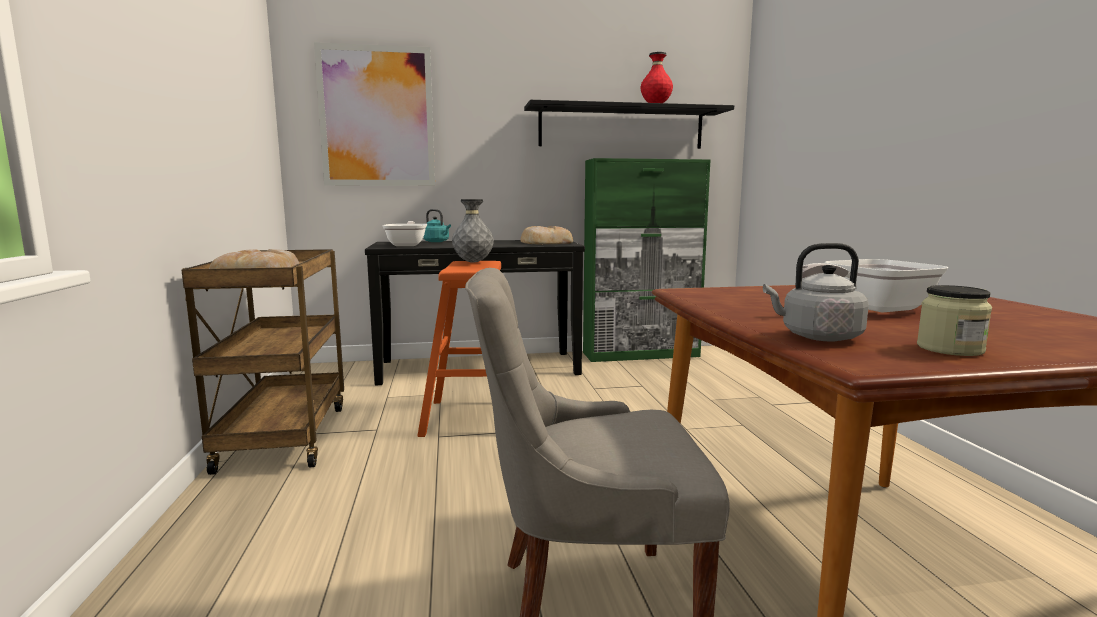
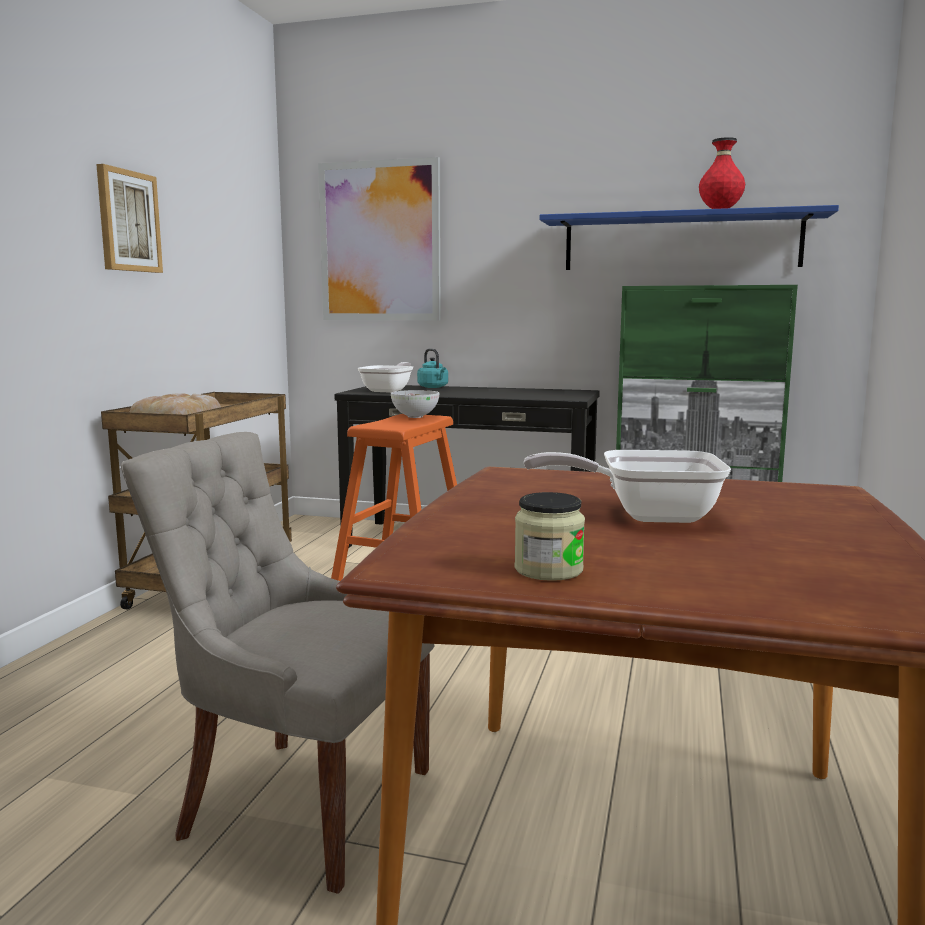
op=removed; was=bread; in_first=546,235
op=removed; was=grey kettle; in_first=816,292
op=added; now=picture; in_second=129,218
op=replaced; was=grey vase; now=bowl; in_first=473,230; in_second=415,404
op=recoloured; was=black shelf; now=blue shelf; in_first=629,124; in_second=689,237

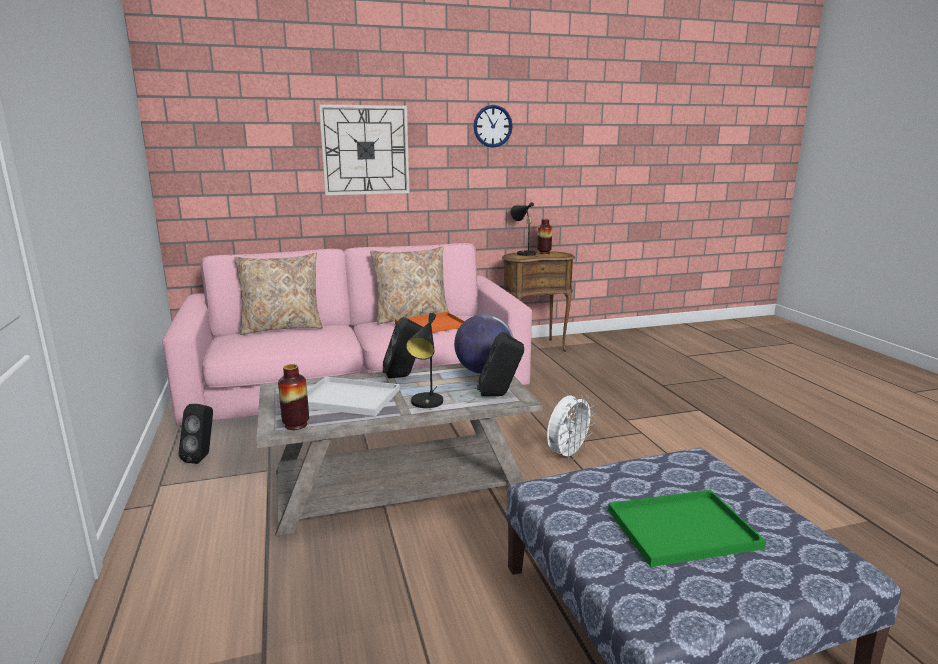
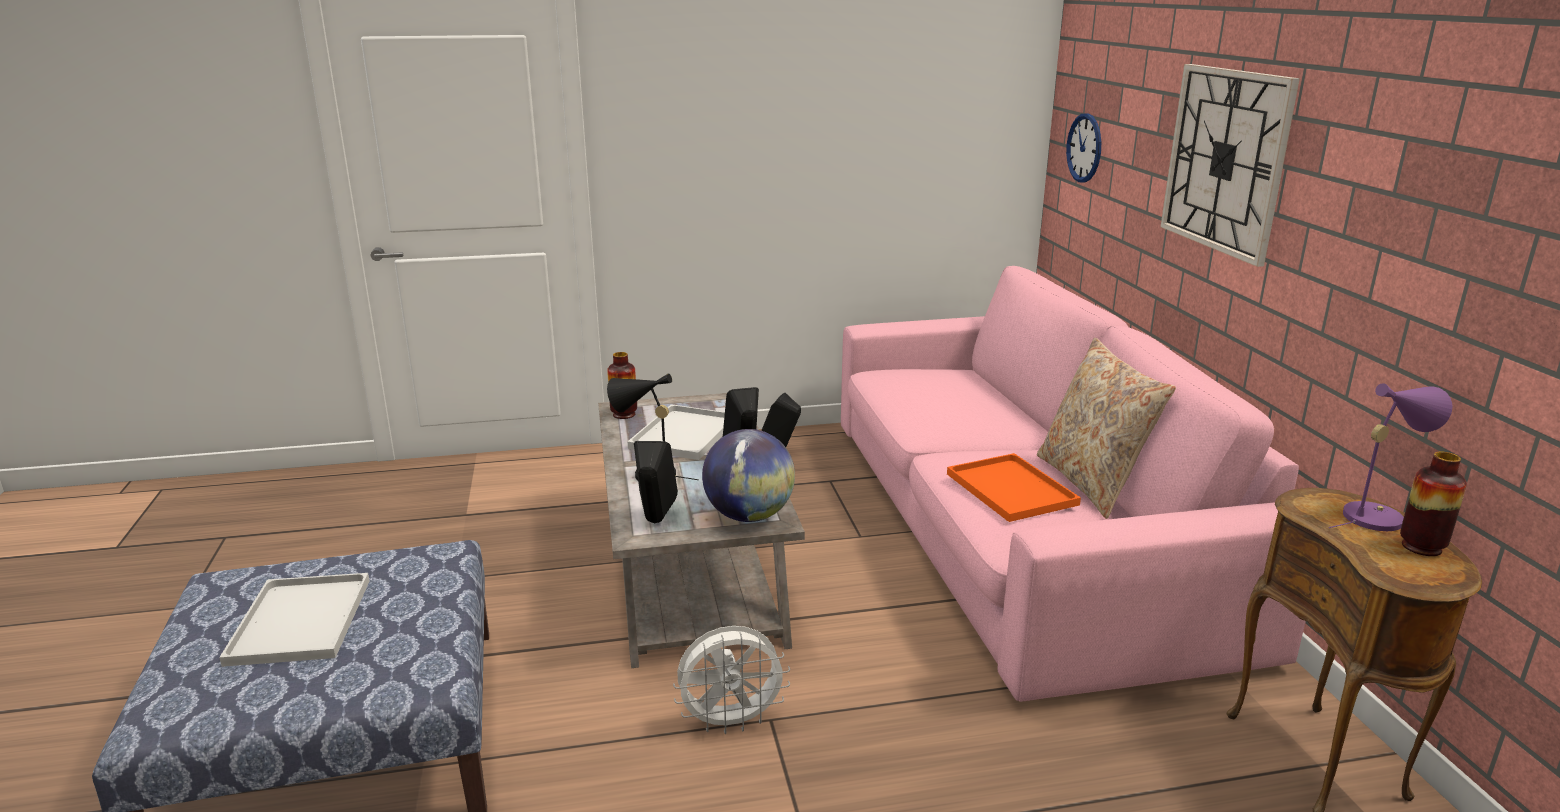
op=removed; was=beige pillow; in_first=278,294
op=moved; was=wall clock; in_first=493,126; in_second=1083,147
op=recoloured; was=black table lamp; now=purple table lamp; in_first=524,229; in_second=1390,457
op=recoloured; was=green tray; now=white tray; in_first=687,528; in_second=294,620
op=turned; was=white fan; in_first=571,428; in_second=731,680; clockwise=-60

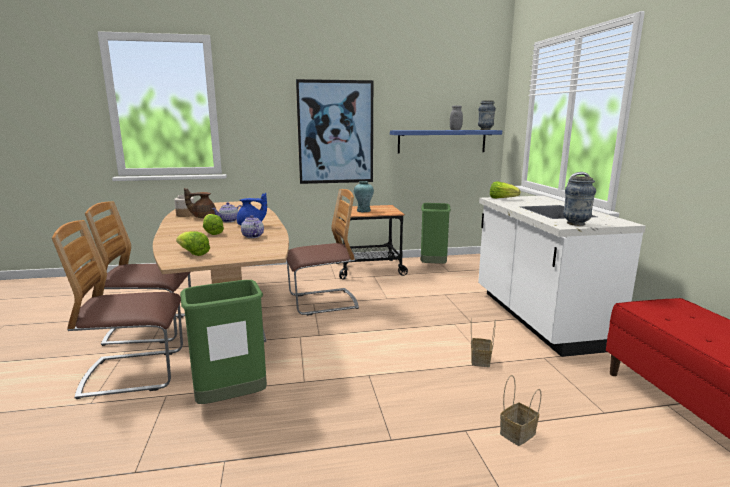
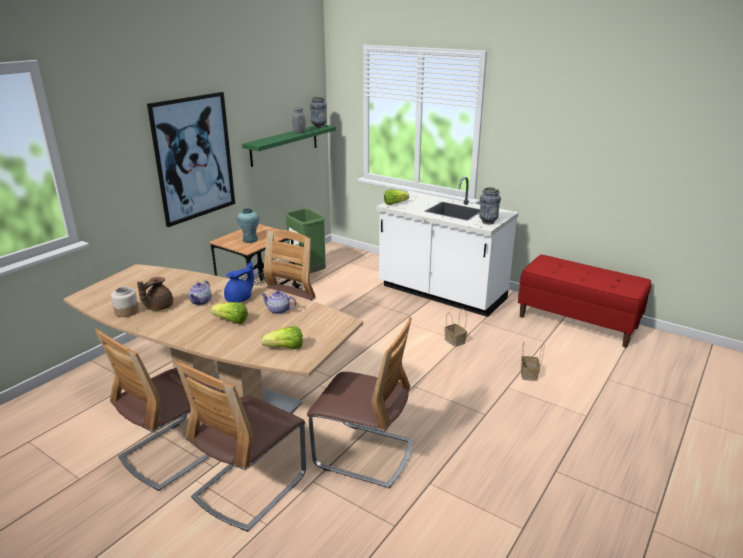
op=replaced; was=green trash can; now=chair; in_first=223,342; in_second=360,403
op=recoloured; was=blue shelf; now=green shelf; in_first=446,141; in_second=289,146

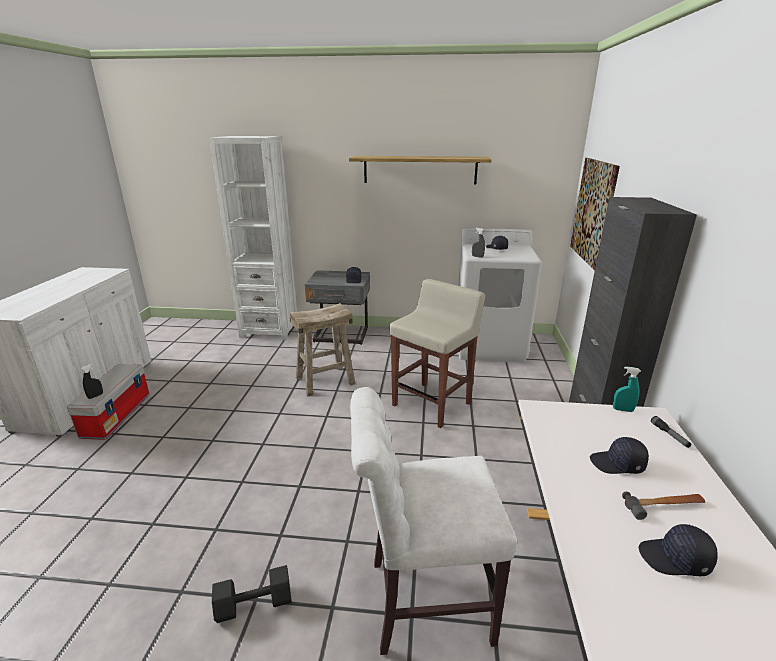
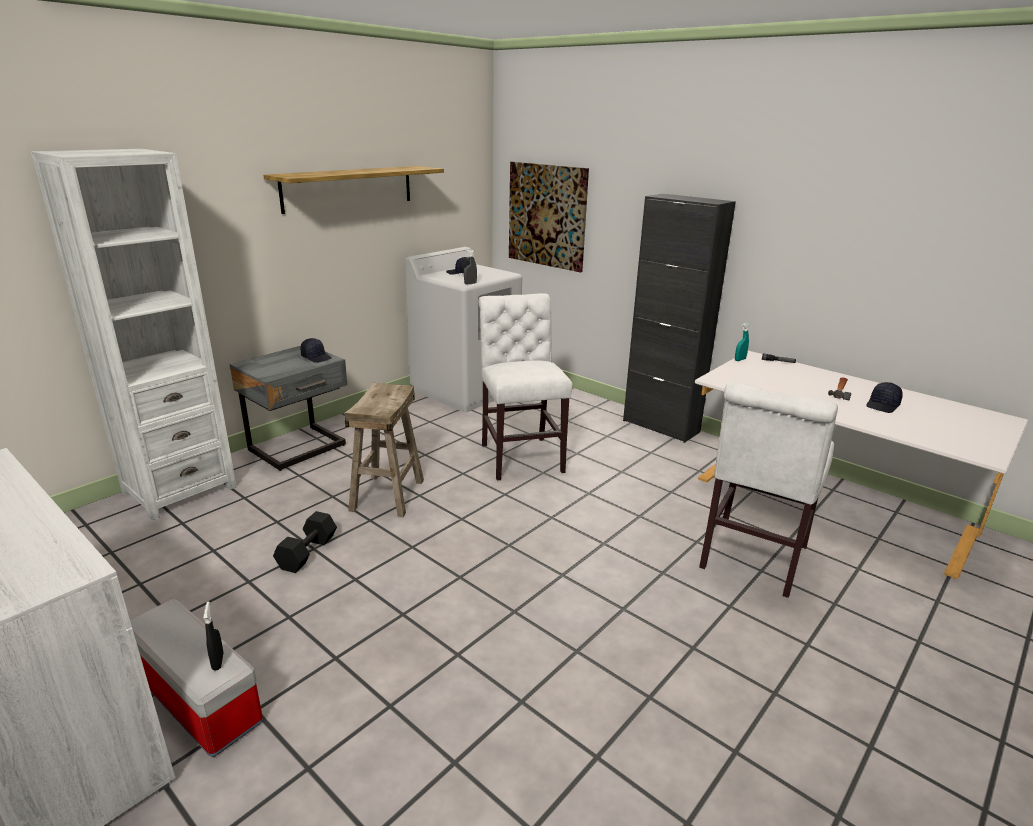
op=removed; was=black cap; in_first=619,455
op=moved; was=black dumbbell; in_first=252,594; in_second=305,542
op=replaced; was=beige stool; now=white chair; in_first=438,353; in_second=525,387

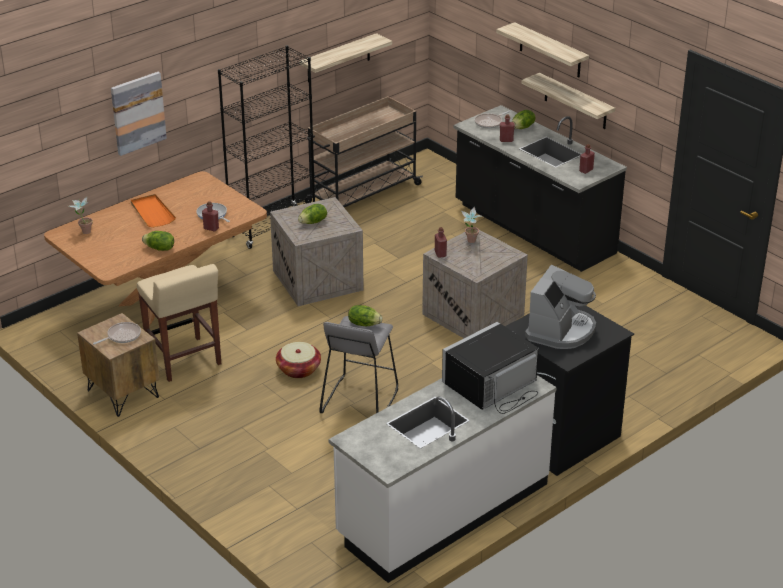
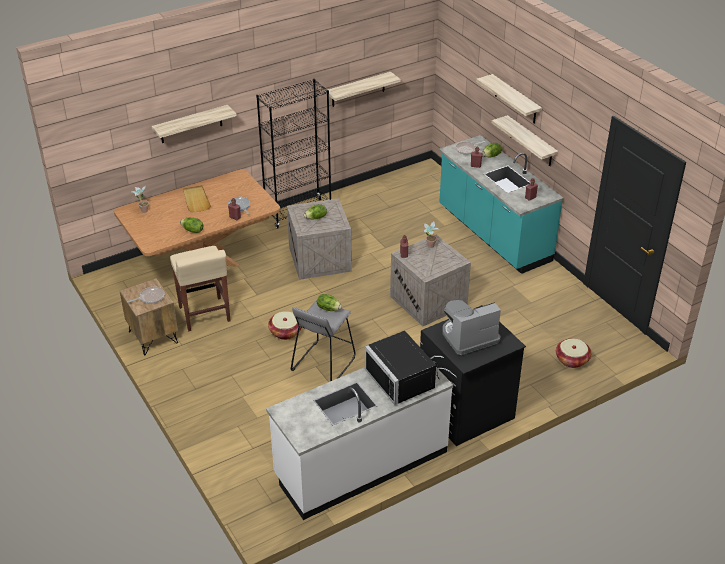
op=removed; was=beige cart; in_first=363,151
op=added; now=basket; in_second=573,353
op=replaced; was=picture; now=shelf; in_first=139,114; in_second=194,124
op=recoloured; was=orange tray; now=beige tray; in_first=153,210; in_second=197,199
op=recoloured; was=black counter; now=turquoise counter; in_first=540,188; in_second=501,204
op=turned; was=black microwave; in_first=490,368; in_second=402,368; clockwise=-90
op=turned; was=coffee machine; in_first=560,306; in_second=471,327; clockwise=-150

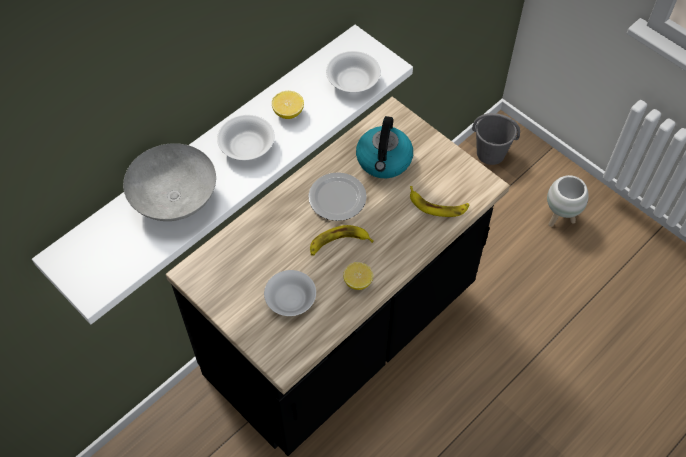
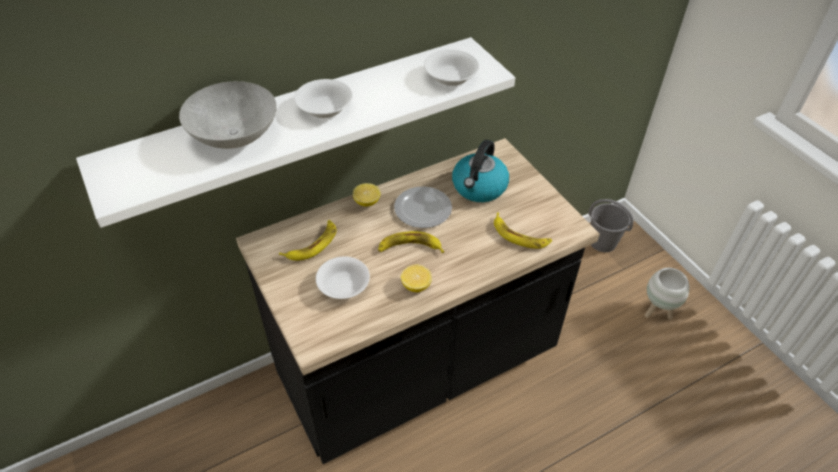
op=added; now=banana; in_second=307,240
op=moved; was=lemon; in_first=288,105; in_second=366,195

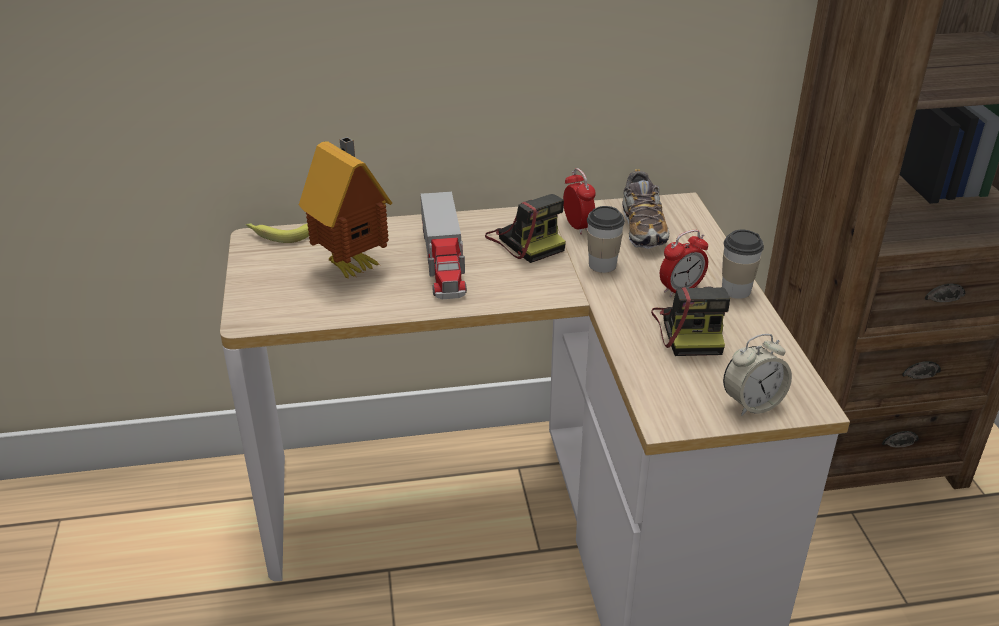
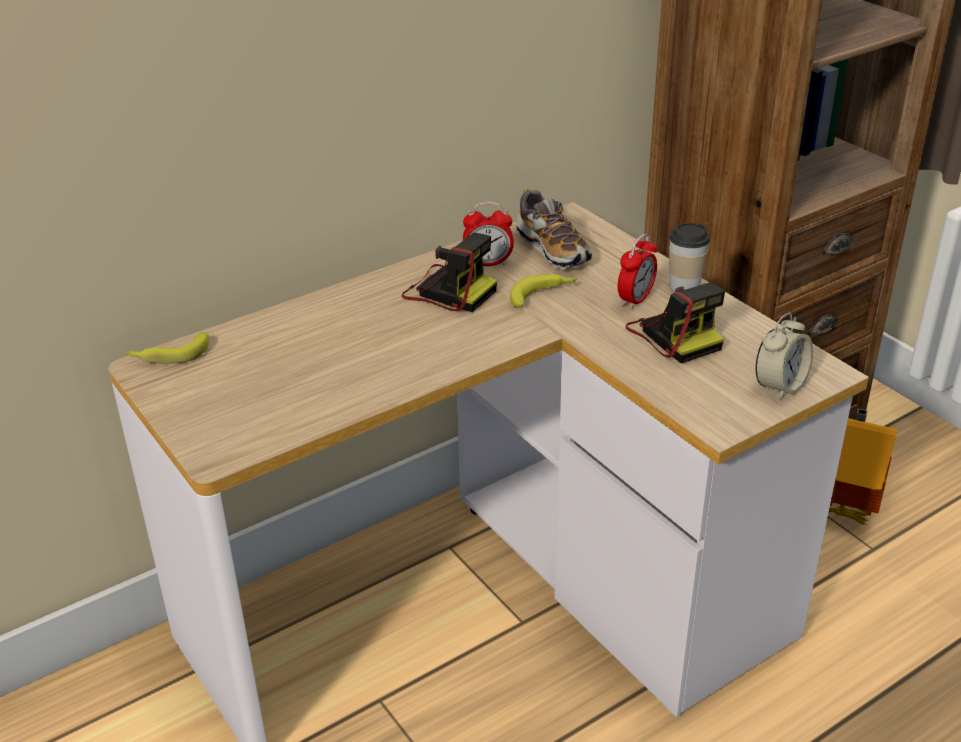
op=removed; was=toy truck; in_first=444,245
op=moved; was=toy house; in_first=345,208; in_second=863,467
op=replaced; was=cup; now=banana; in_first=606,239; in_second=543,291
op=turned; was=alarm clock; in_first=579,201; in_second=488,234; clockwise=135

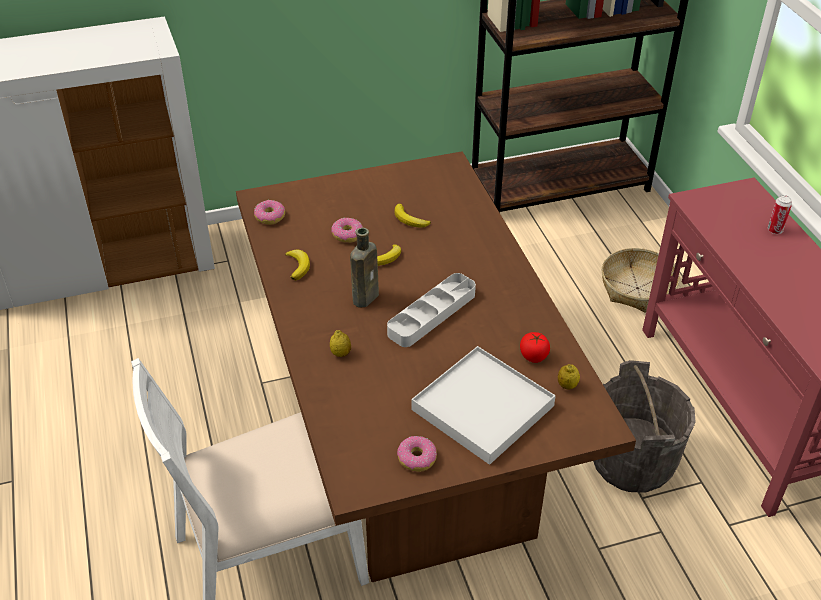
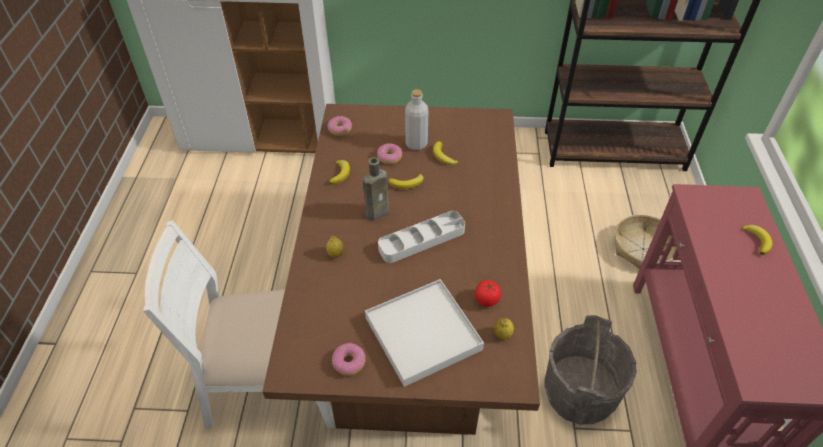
op=added; now=grey bottle; in_second=416,119
op=replaced; was=can; now=banana; in_first=780,214; in_second=756,240

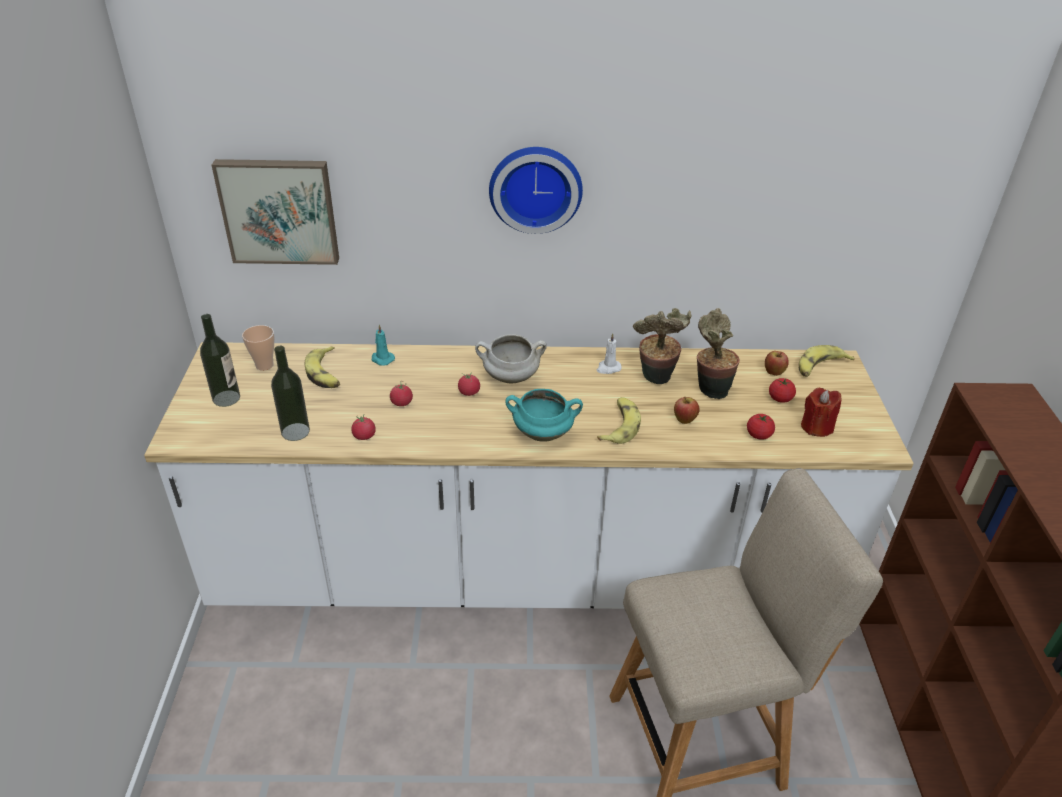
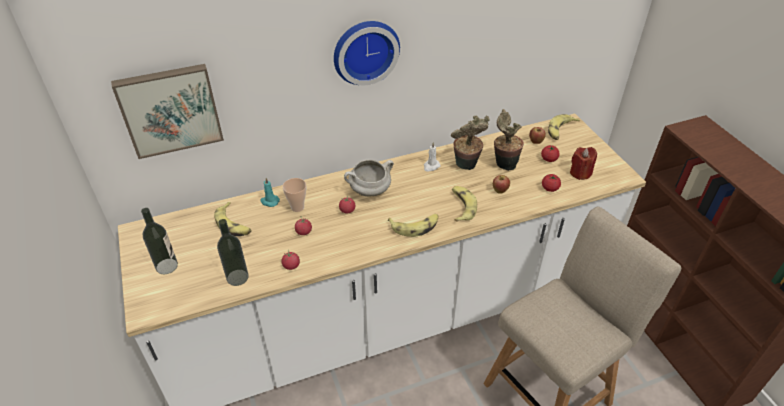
op=moved; was=cup; in_first=258,348; in_second=294,195
op=replaced; was=turquoise cooking pot; now=banana; in_first=544,415; in_second=413,225

